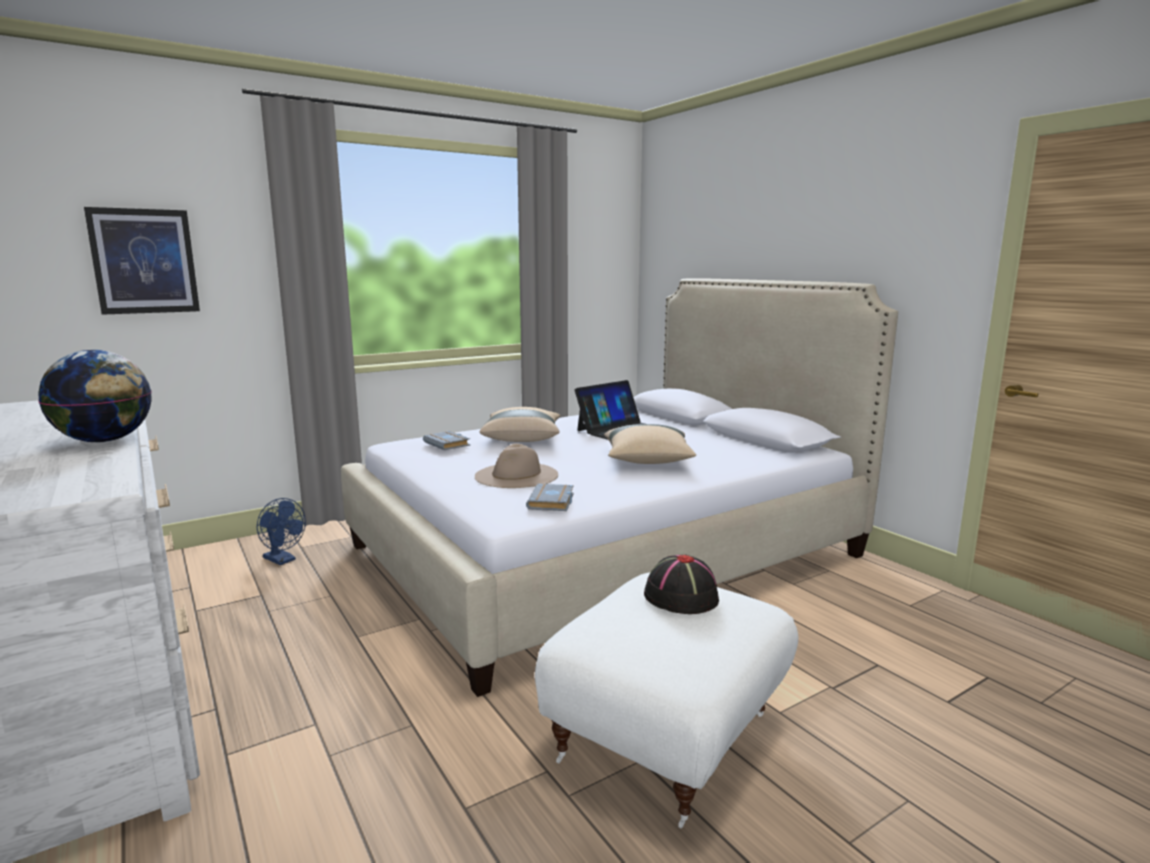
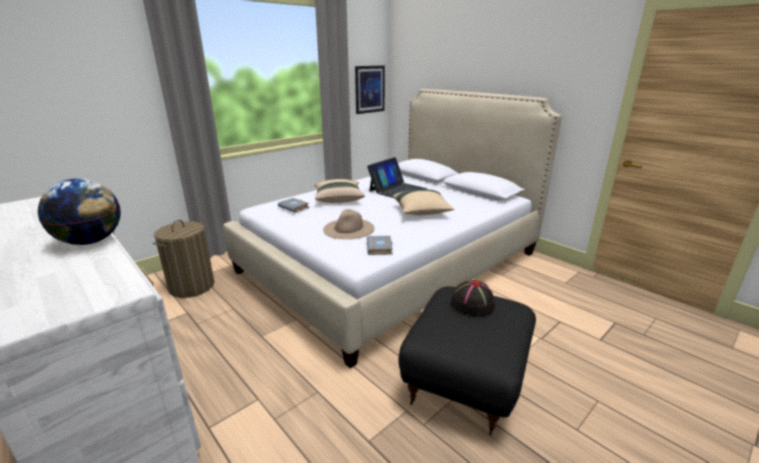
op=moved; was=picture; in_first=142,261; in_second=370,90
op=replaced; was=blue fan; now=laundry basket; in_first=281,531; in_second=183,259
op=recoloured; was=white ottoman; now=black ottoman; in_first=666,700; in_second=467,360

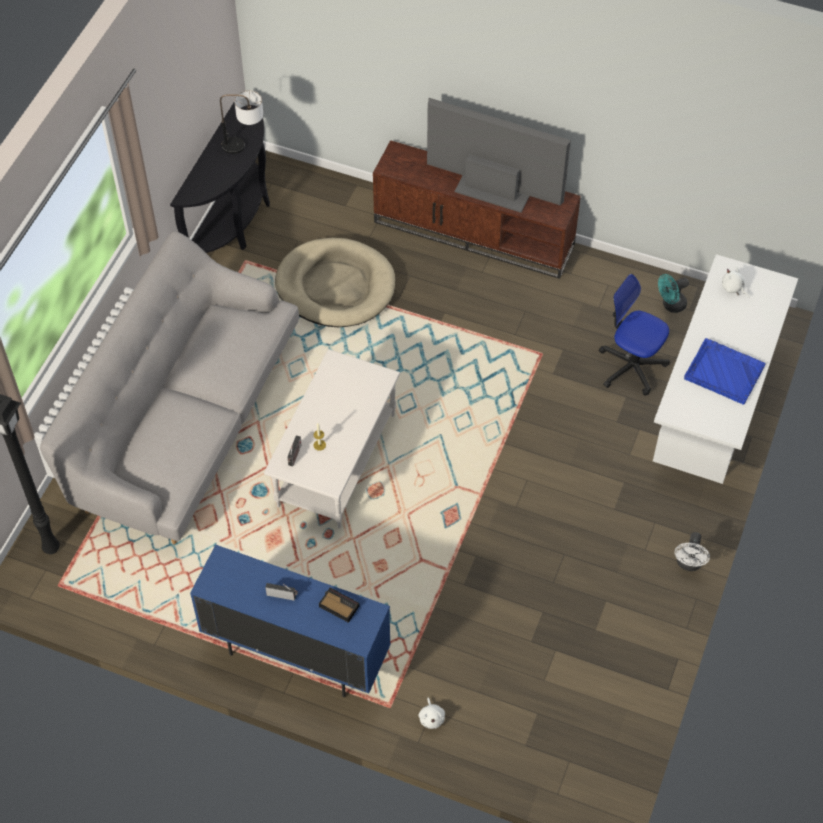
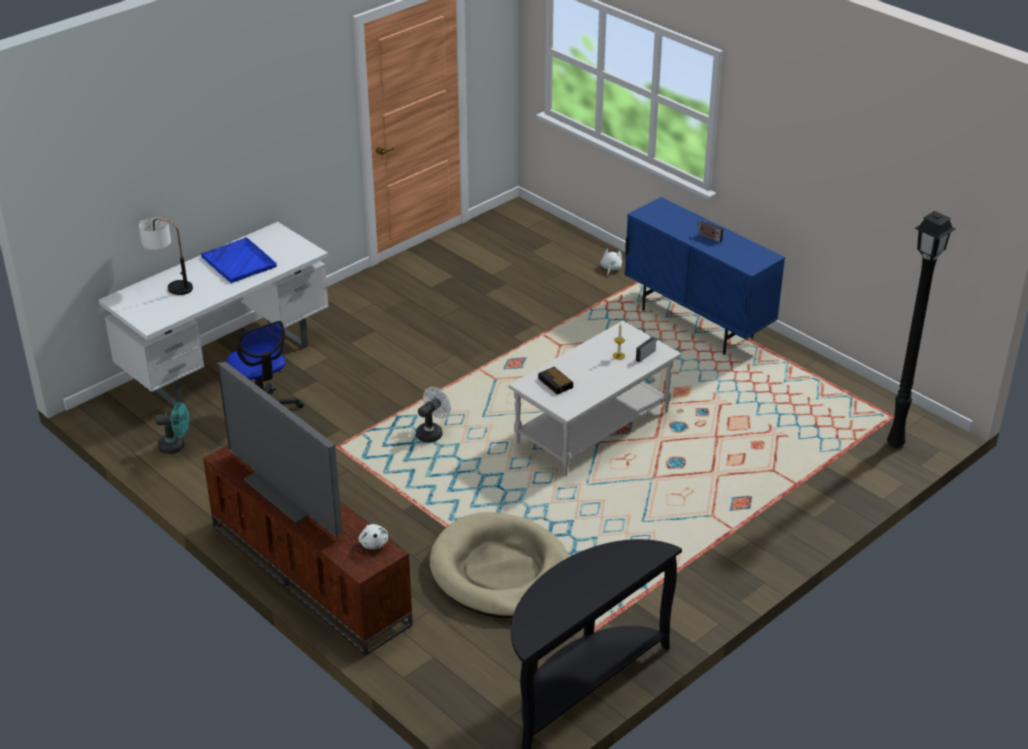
op=removed; was=grey sofa; in_first=169,387
op=moved; was=table lamp; in_first=241,122; in_second=165,255
op=moved; was=alarm clock; in_first=339,605; in_second=555,380
op=moved; was=white fan; in_first=692,551; in_second=433,415
op=moved; was=white plush toy; in_first=735,282; in_second=373,536

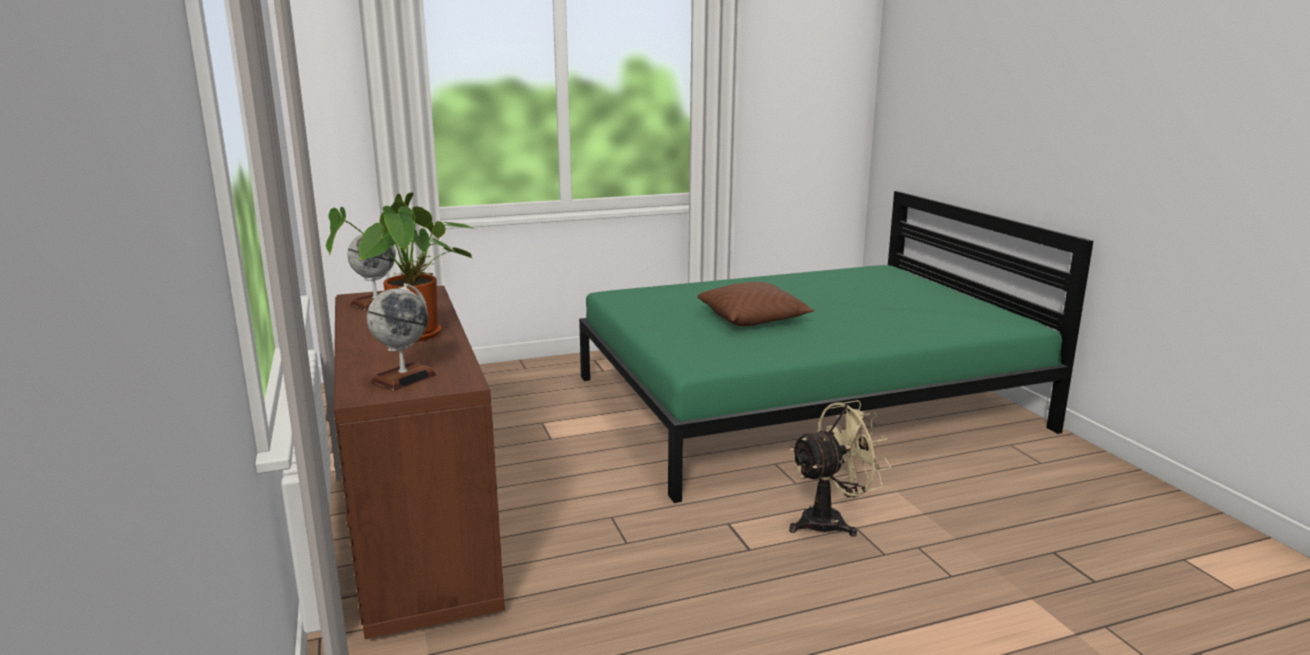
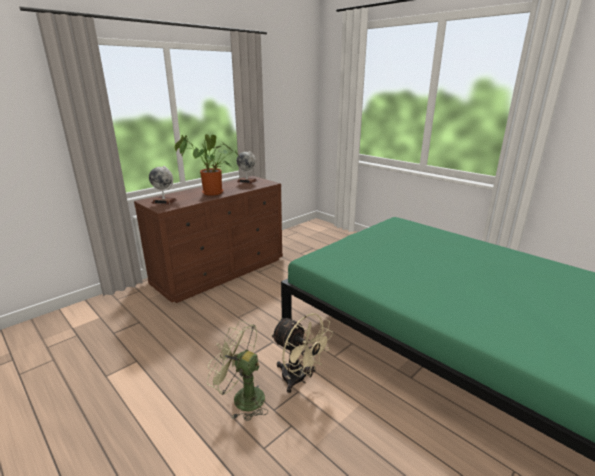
op=removed; was=brown pillow; in_first=755,304
op=added; now=green fan; in_second=237,371

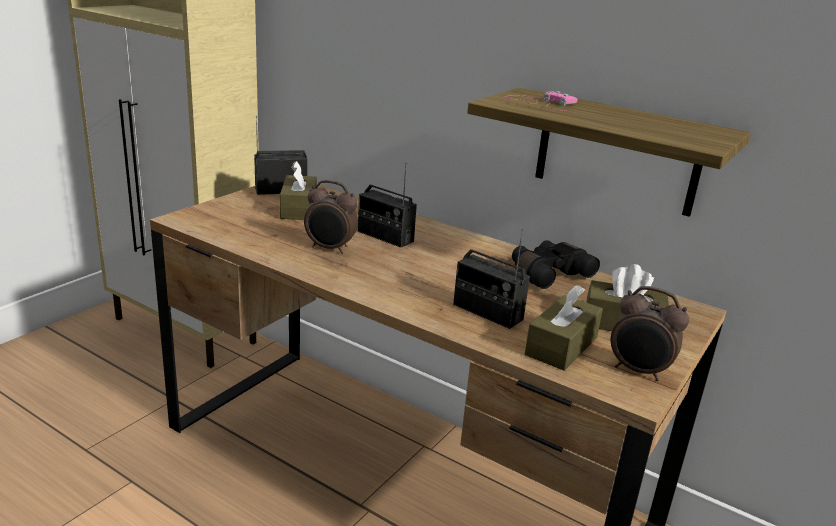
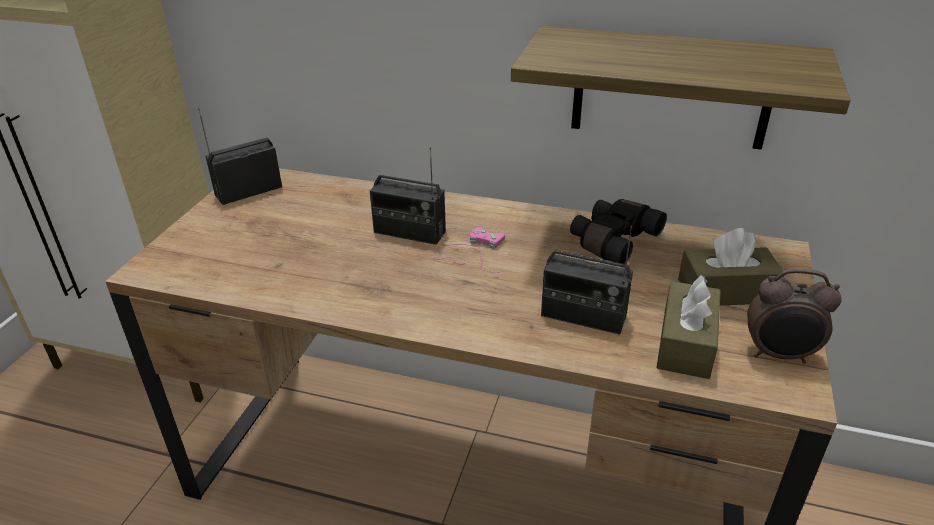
op=removed; was=brown tissue box; in_first=298,190
op=removed; was=alarm clock; in_first=331,217
op=moved; was=pink game controller; in_first=540,101; in_second=468,250

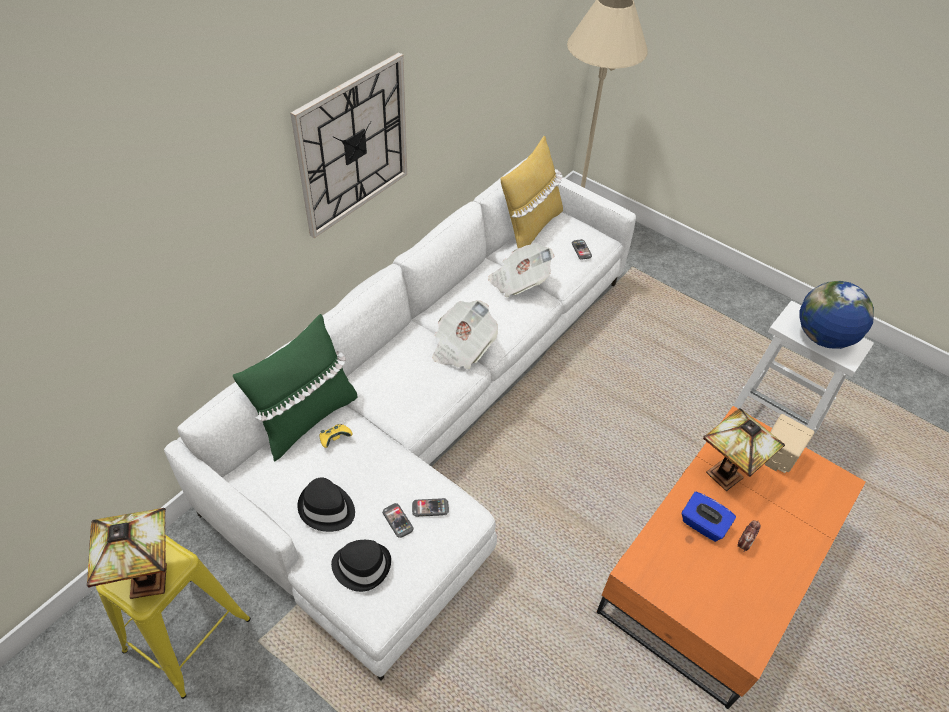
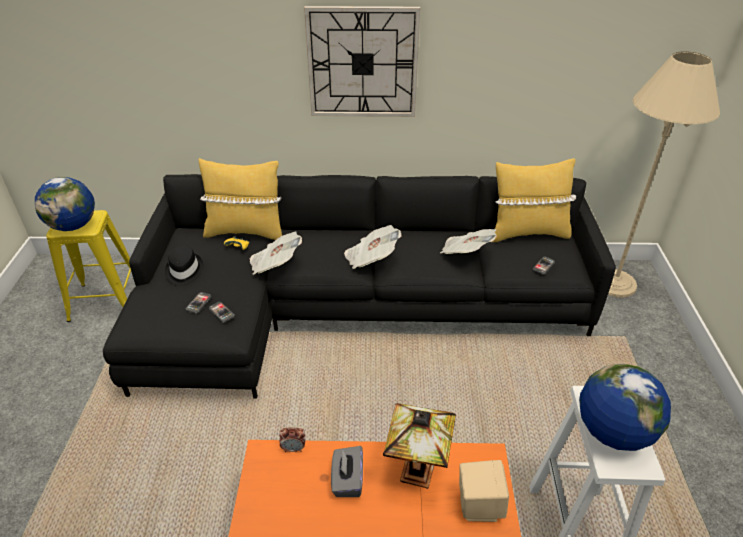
op=removed; was=black hat; in_first=361,566
op=added; now=newspaper; in_second=276,253
op=moved; was=alarm clock; in_first=749,536; in_second=292,439
op=replaced; was=table lamp; now=globe; in_first=127,553; in_second=65,204
op=recoloured; was=white sofa; now=black sofa; in_first=400,419; in_second=359,286
op=recoloured; was=green pillow; now=yellow pillow; in_first=295,388; in_second=240,199
op=recoloured; was=blue tissue box; now=grey tissue box; in_first=709,517; in_second=347,471

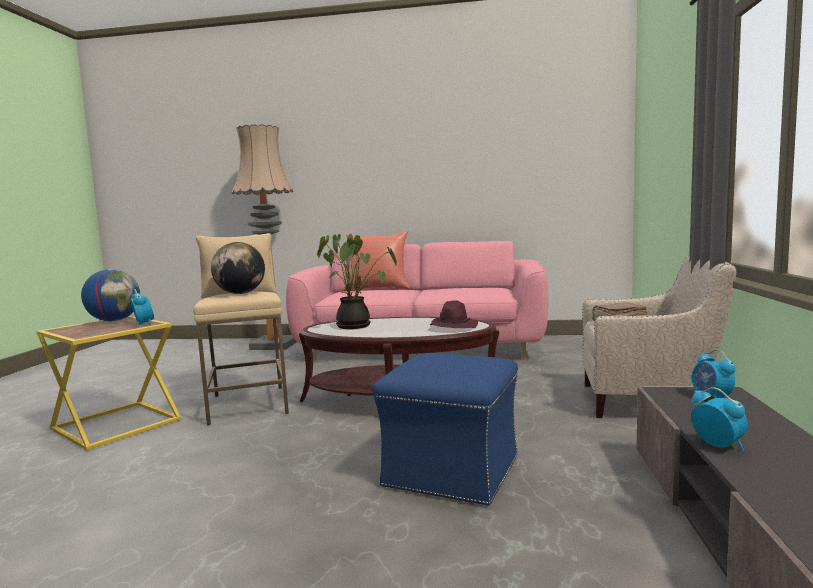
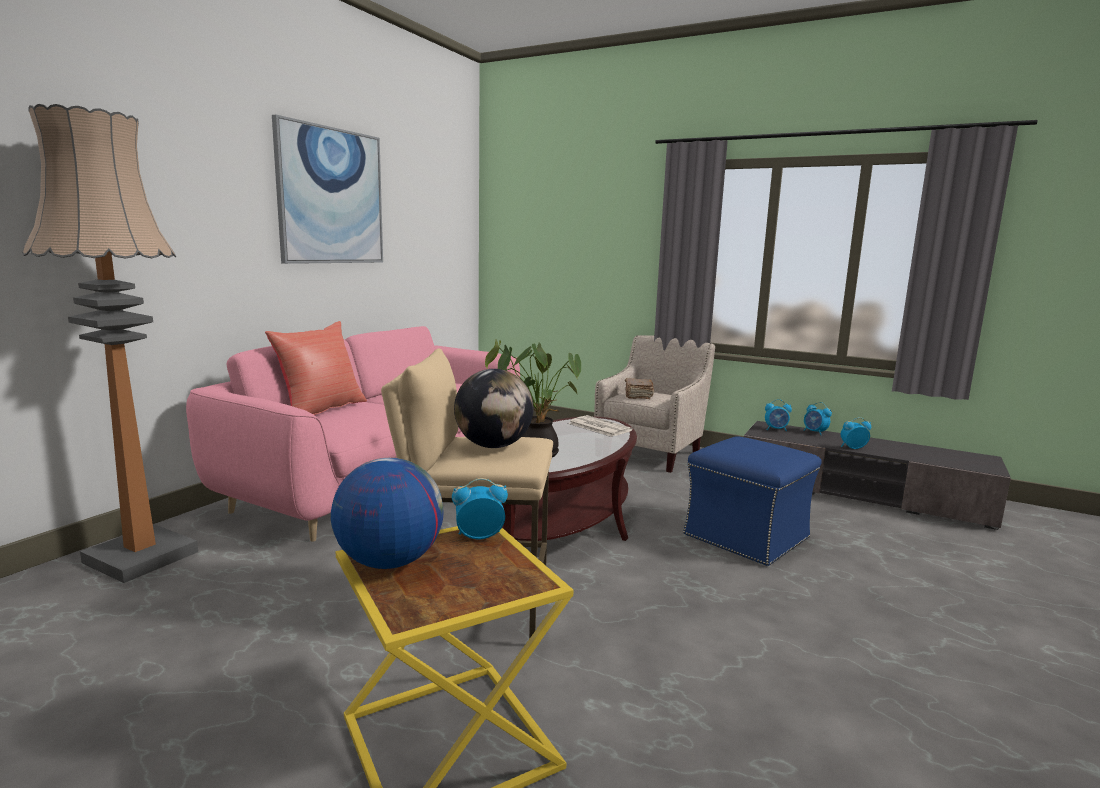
op=added; now=picture; in_second=327,189
op=added; now=alarm clock; in_second=818,418
op=replaced; was=purple hat; now=newspaper; in_first=454,314; in_second=600,426

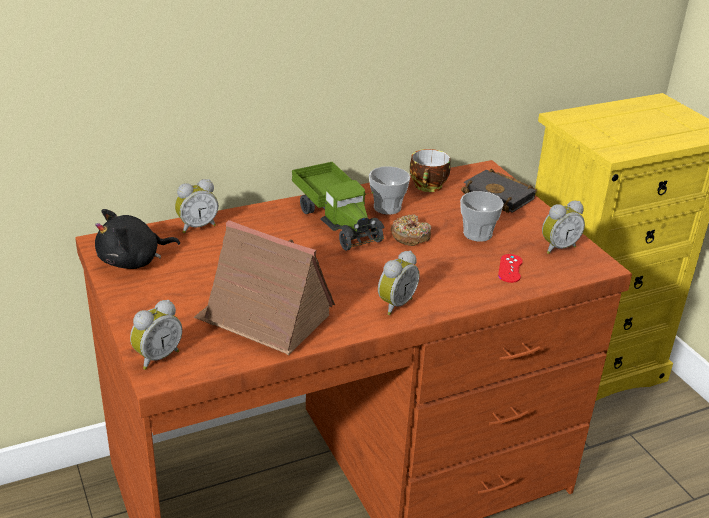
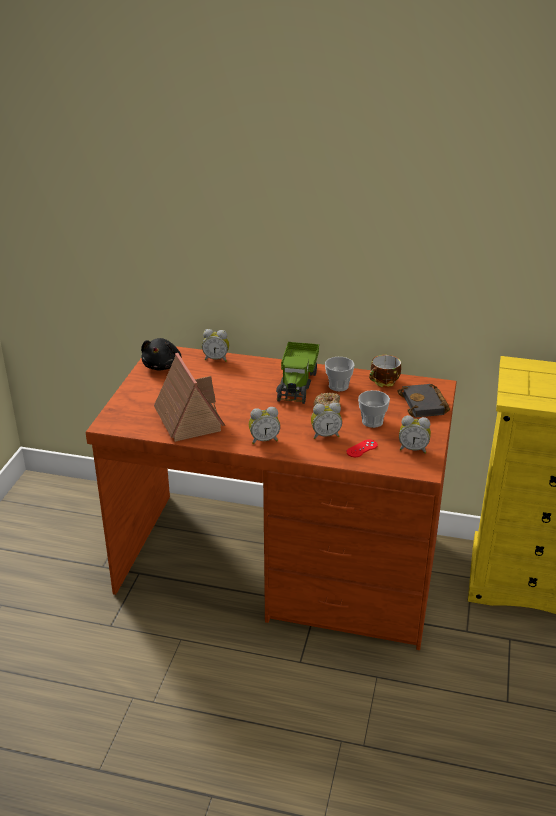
op=moved; was=alarm clock; in_first=156,335; in_second=326,420
op=turned; was=black plush toy; in_first=137,239; in_second=161,354; clockwise=-90

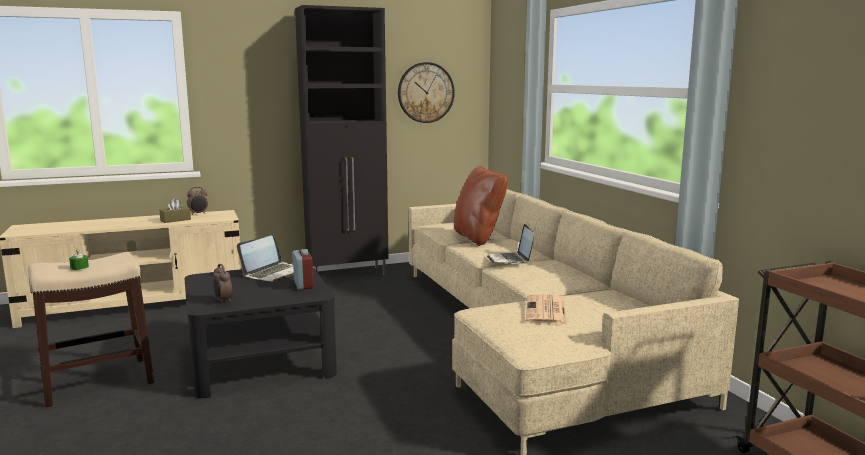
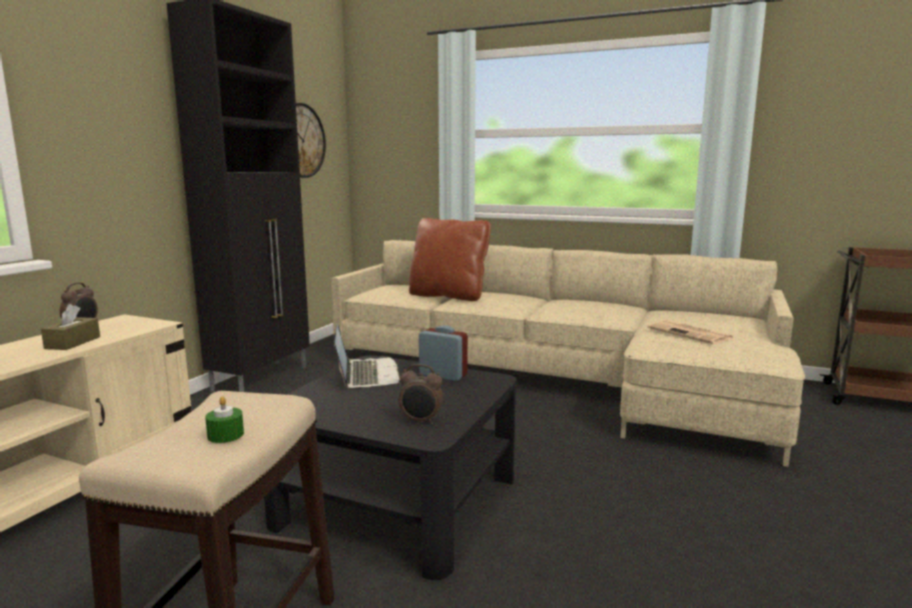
op=removed; was=laptop; in_first=510,244

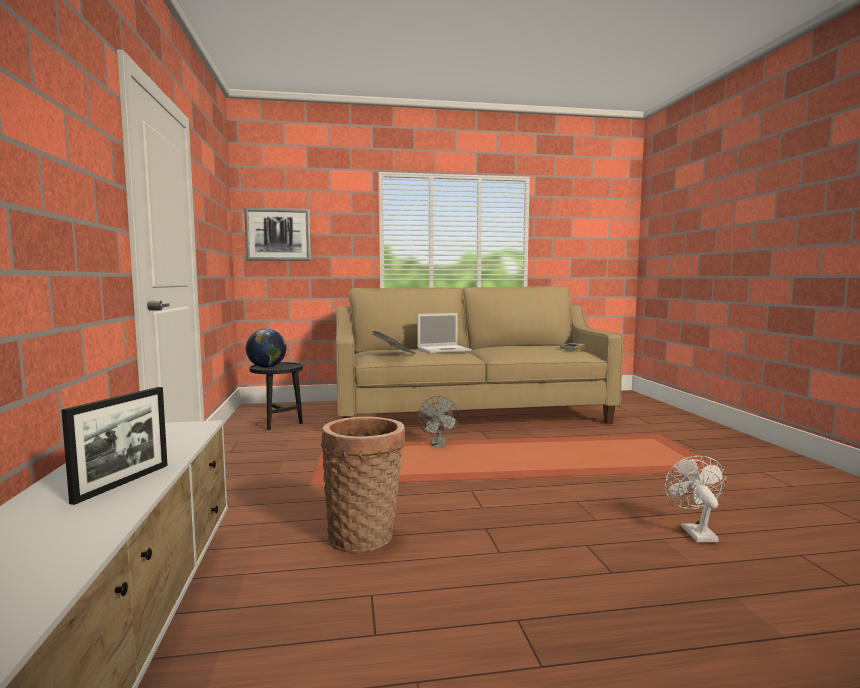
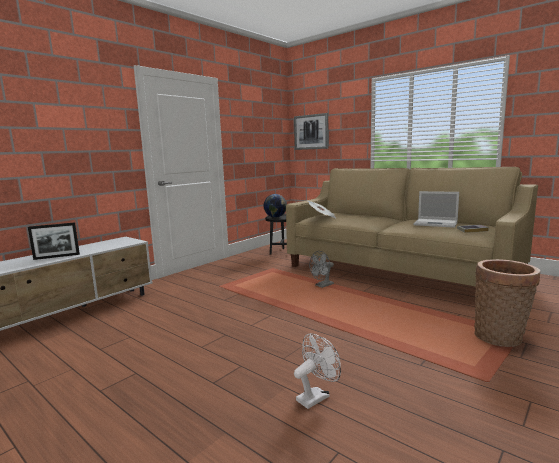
op=moved; was=basket; in_first=363,485; in_second=507,303
op=moved; was=laptop; in_first=444,333; in_second=436,209

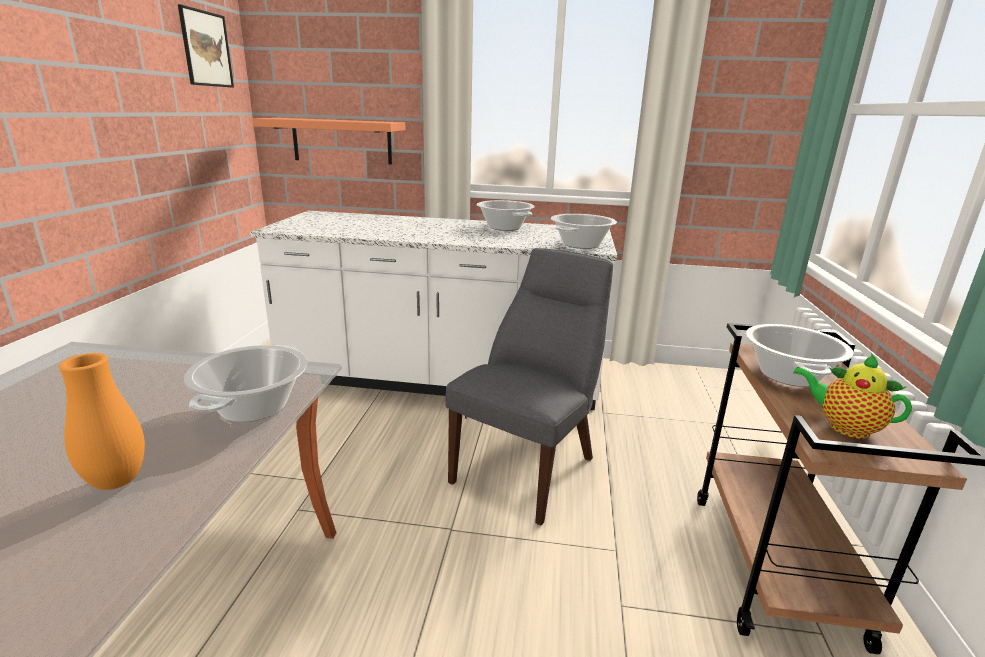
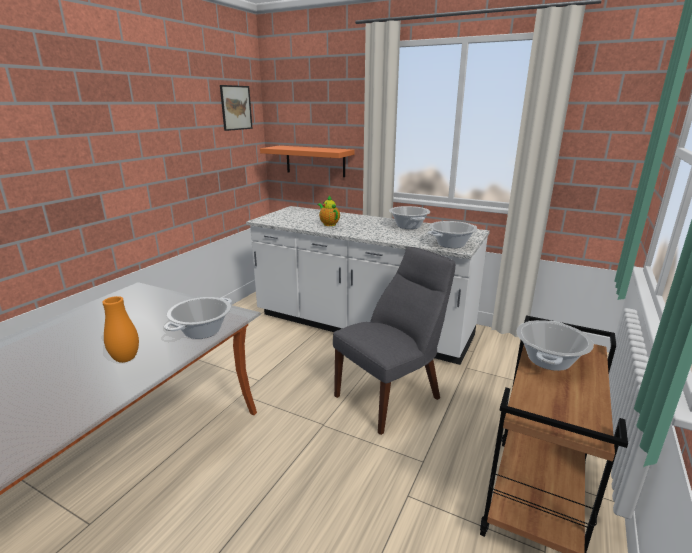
op=moved; was=teapot; in_first=852,396; in_second=329,211

